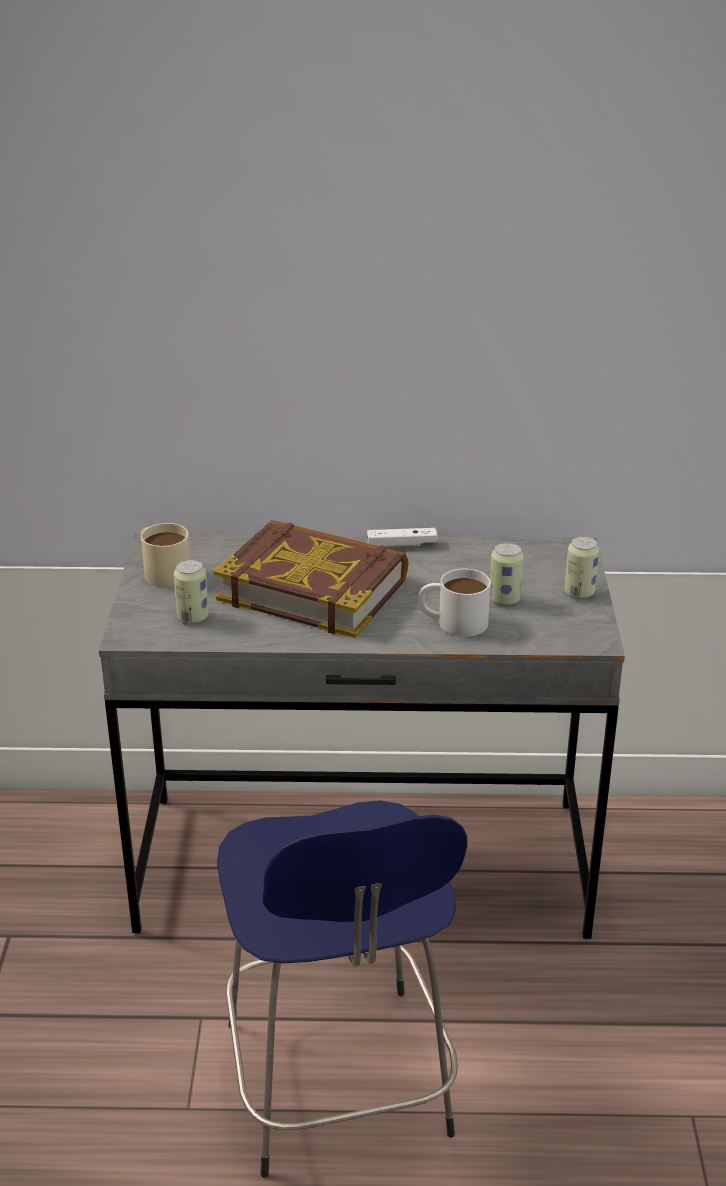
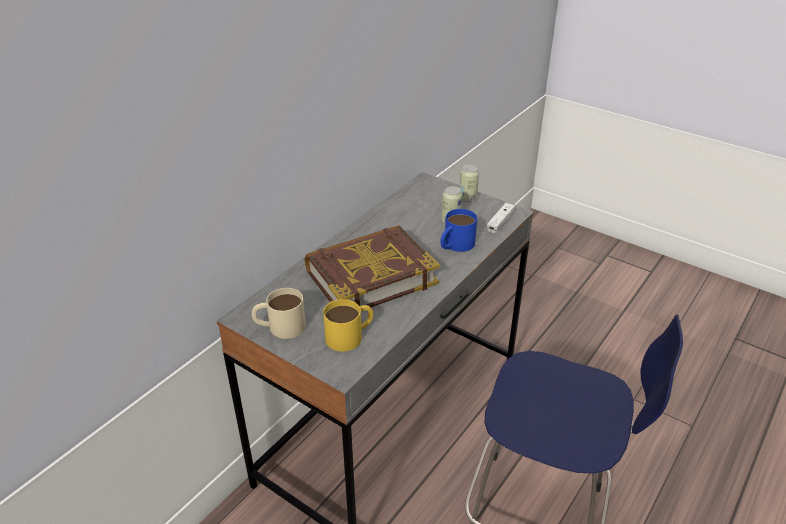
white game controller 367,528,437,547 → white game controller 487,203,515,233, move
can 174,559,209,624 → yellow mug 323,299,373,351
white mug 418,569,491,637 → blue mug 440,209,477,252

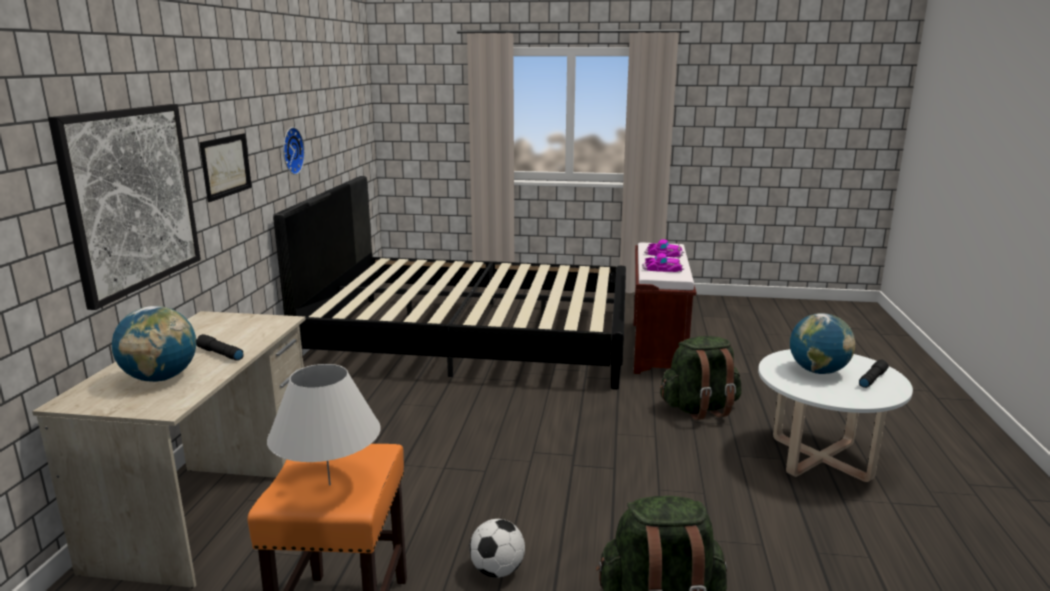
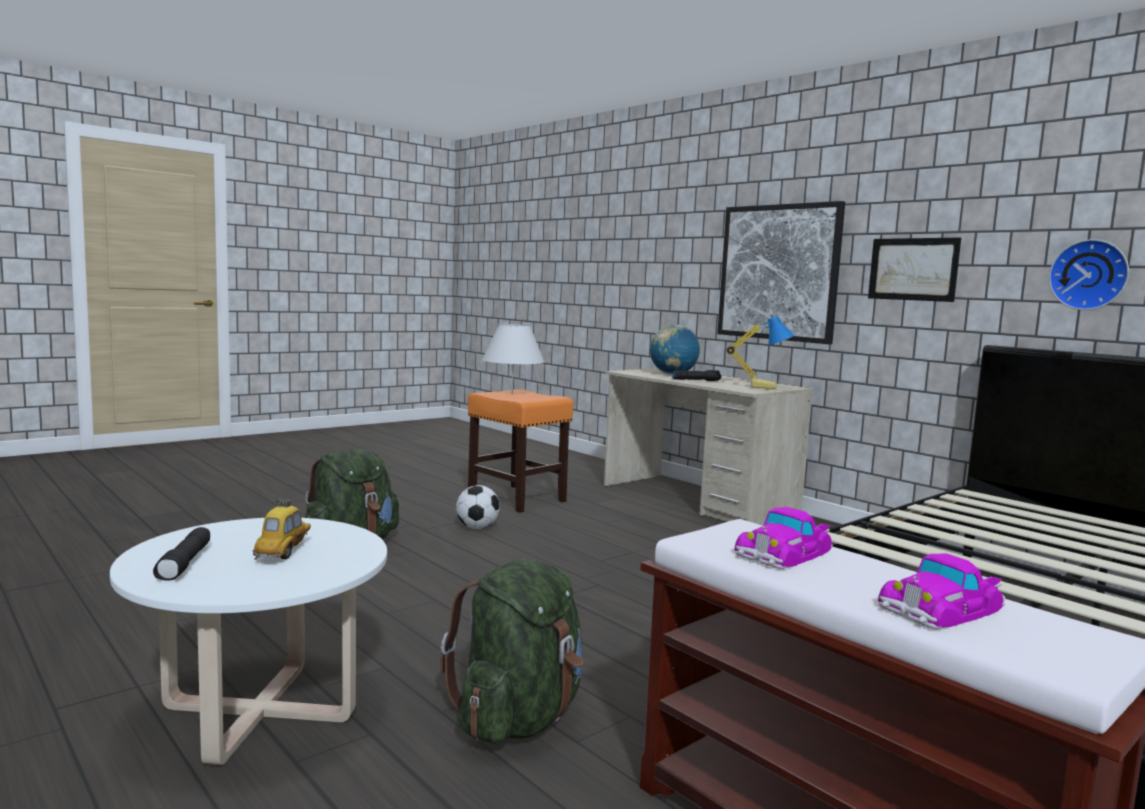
globe 790,313,855,374 → toy car 253,499,311,560
- → table lamp 727,314,795,390

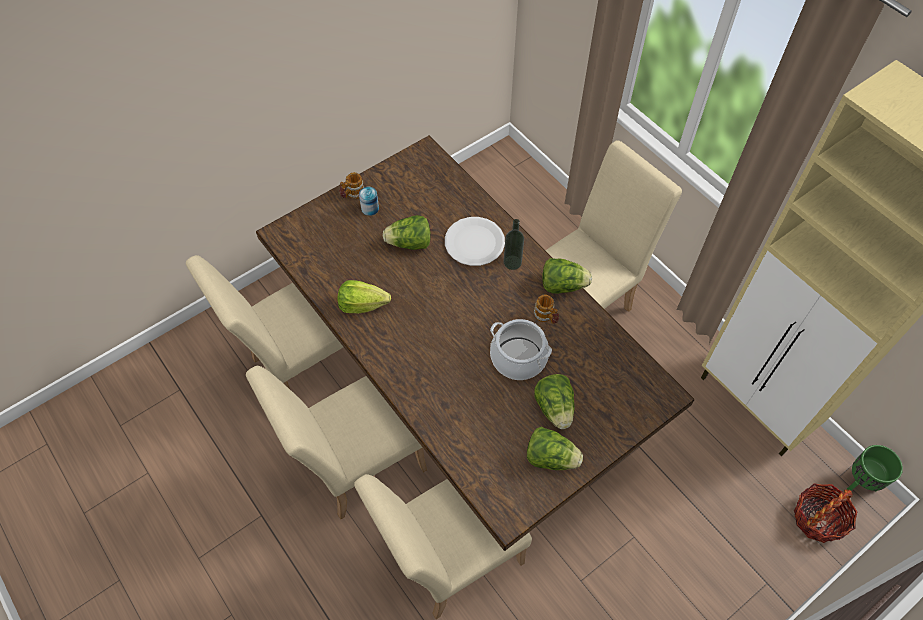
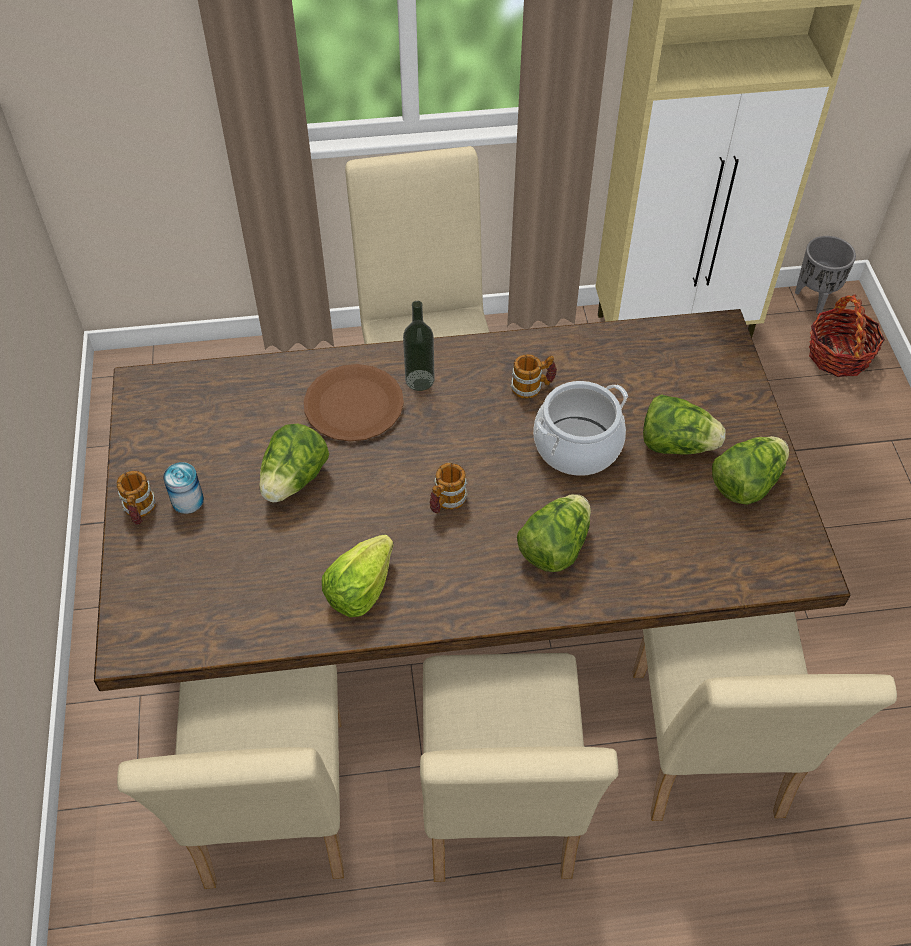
white plate 445,217,505,266 → brown plate 304,364,404,442
lettuce 542,258,592,294 → lettuce 517,494,591,572, move
green planter 847,445,903,492 → grey planter 795,236,856,314
- → mug 430,463,468,513

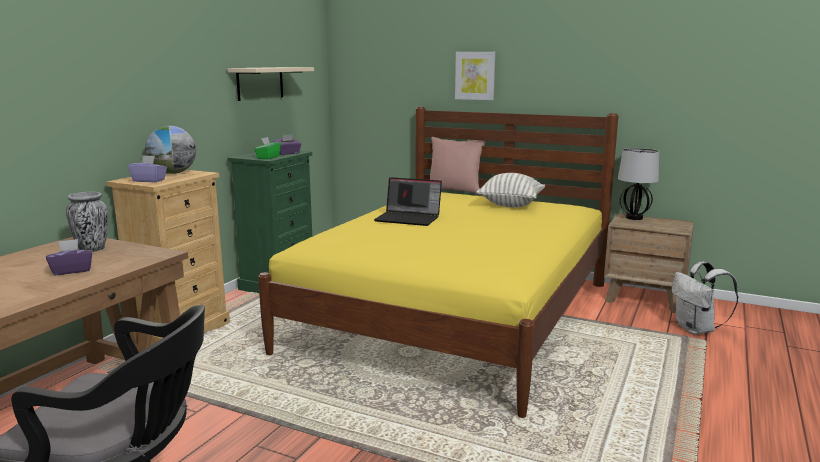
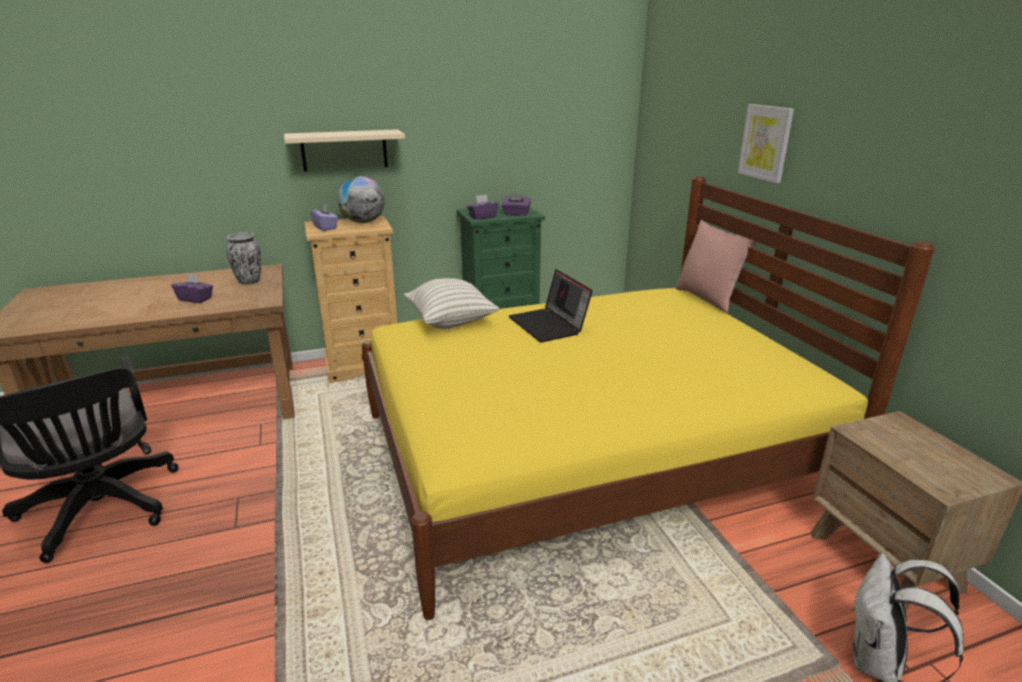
beige shelf 228,67,314,101 → beige shelf 284,129,405,172, move
green tissue box 254,137,281,159 → purple tissue box 467,194,499,220
table lamp 618,148,659,220 → -
pillow 476,173,545,208 → pillow 404,278,499,329, move

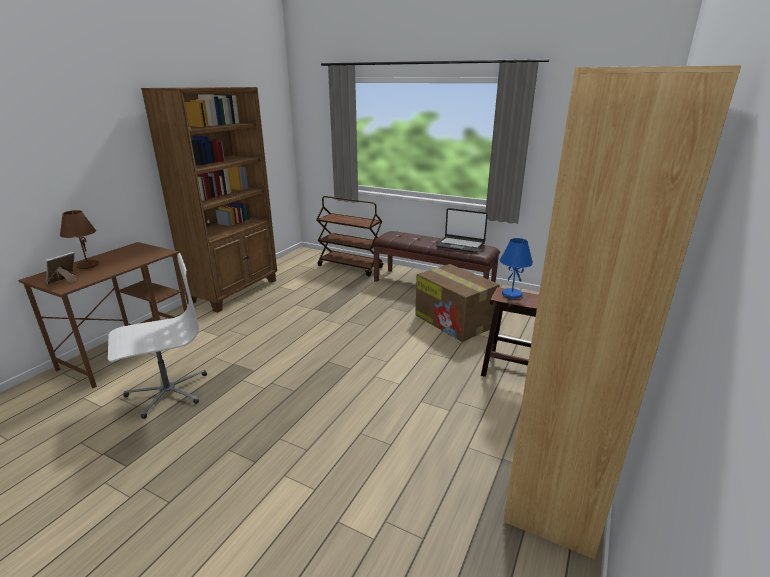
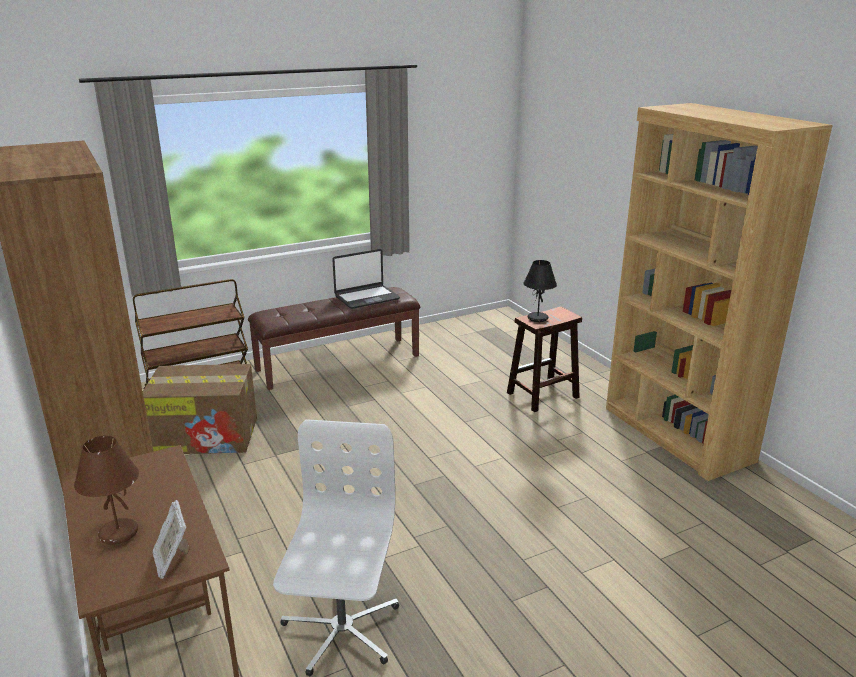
blue table lamp 500,238,533,299 → black table lamp 524,260,557,322
cardboard box 415,264,500,342 → cardboard box 143,364,257,454, move

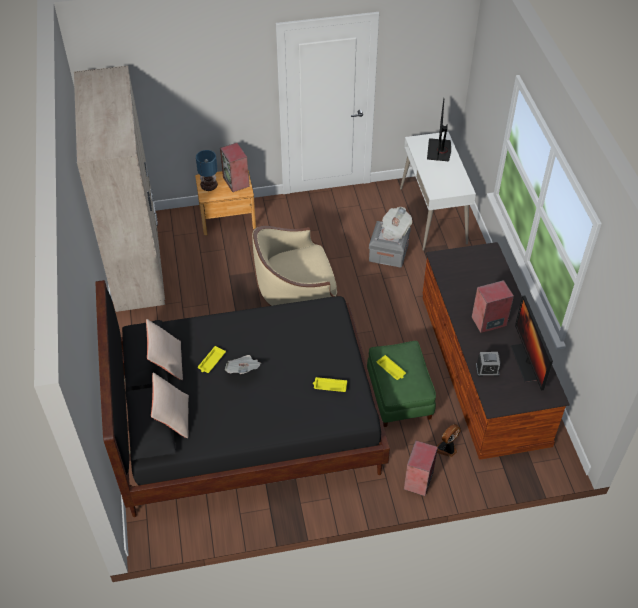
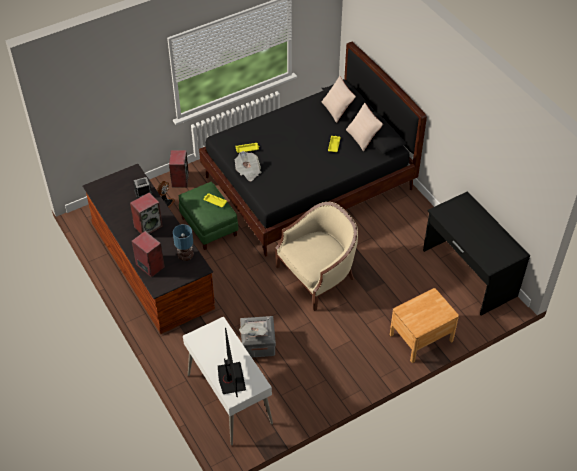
beige wardrobe 74,66,165,312 → black desk 423,191,530,316
speaker 220,143,250,192 → speaker 132,231,165,278, move
table lamp 196,150,218,191 → table lamp 173,224,194,261, move
monitor 511,296,553,390 → -
newspaper 224,355,261,374 → newspaper 235,151,261,181, move

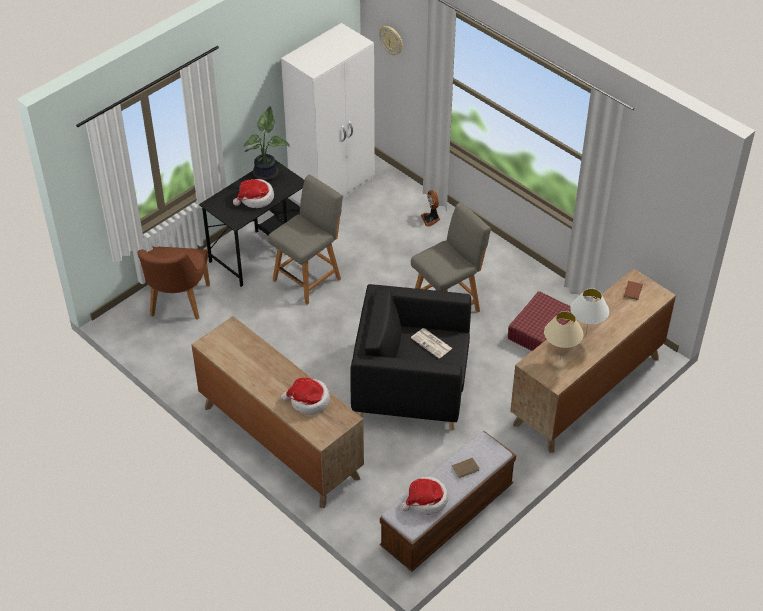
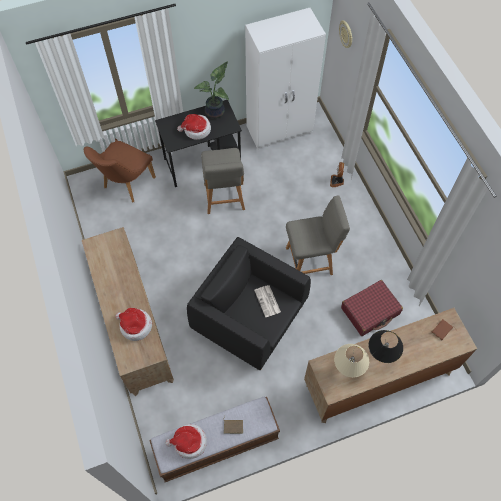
grey chair 268,175,342,304 → grey chair 201,148,245,214, 105 degrees clockwise
white table lamp 570,288,609,337 → black table lamp 369,330,403,363

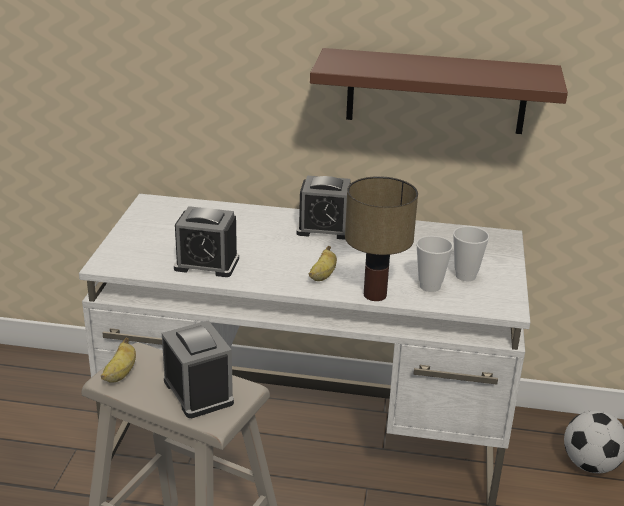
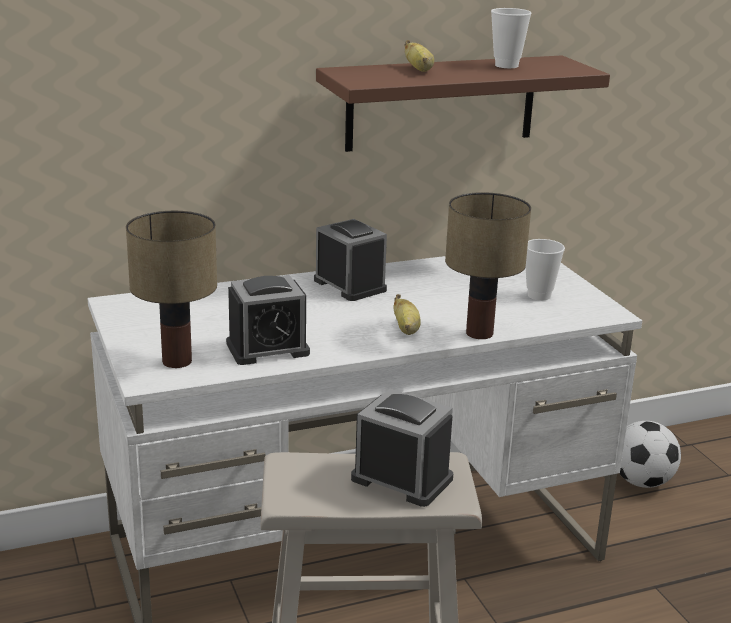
alarm clock 296,176,351,240 → alarm clock 314,219,387,301, 105 degrees counterclockwise
cup 416,236,453,292 → cup 491,8,532,68, move
banana 101,337,136,383 → banana 404,40,434,72, move
- → table lamp 126,211,217,368

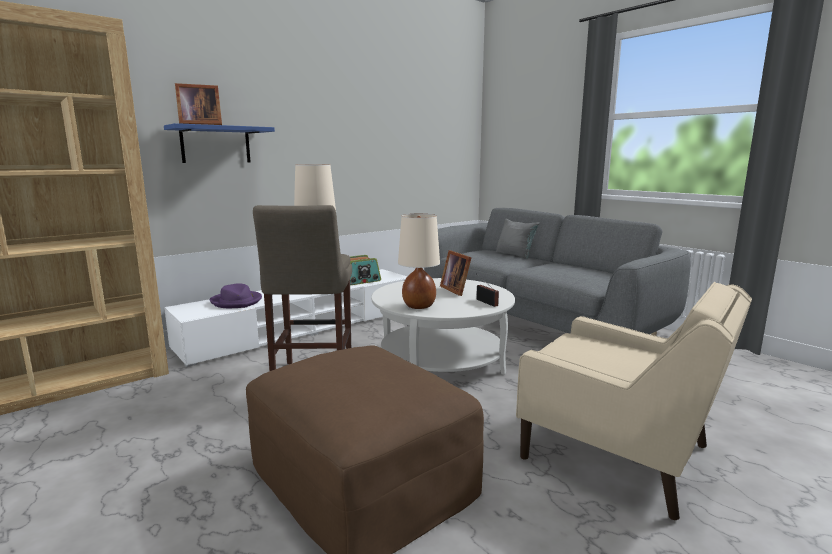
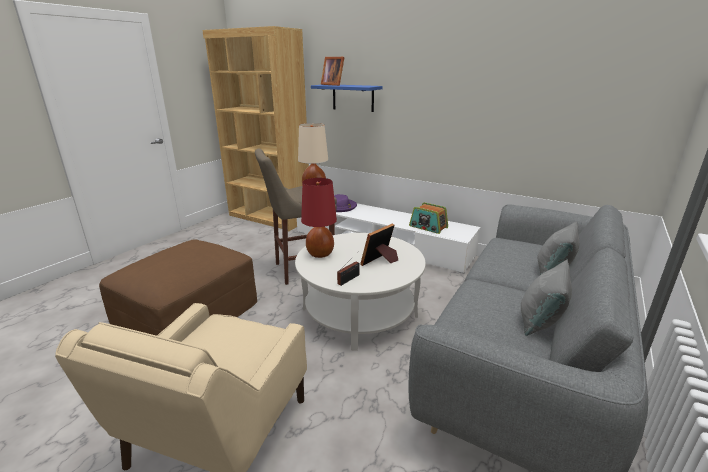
beige table lamp 398,214,440,309 → red table lamp 301,178,337,258
- → grey pillow 521,259,572,336

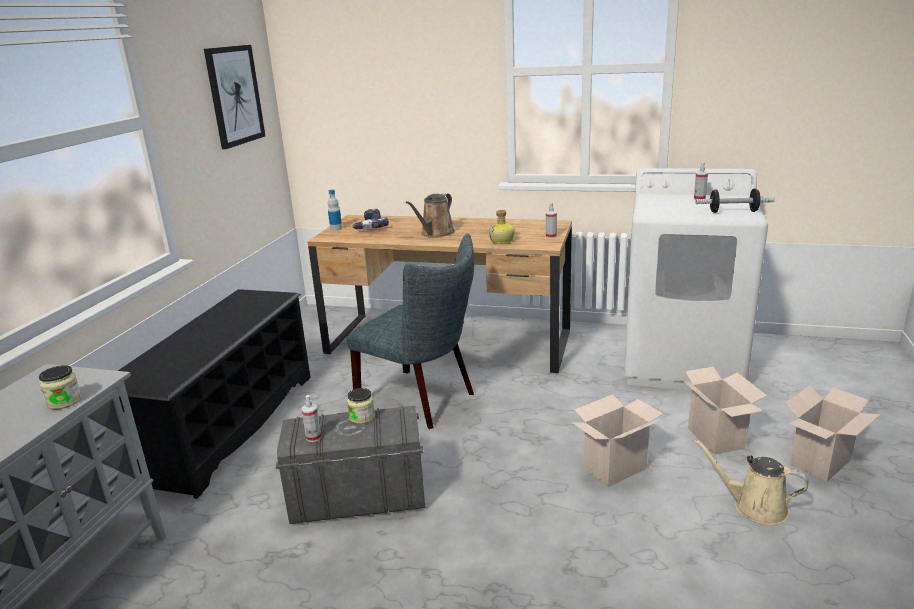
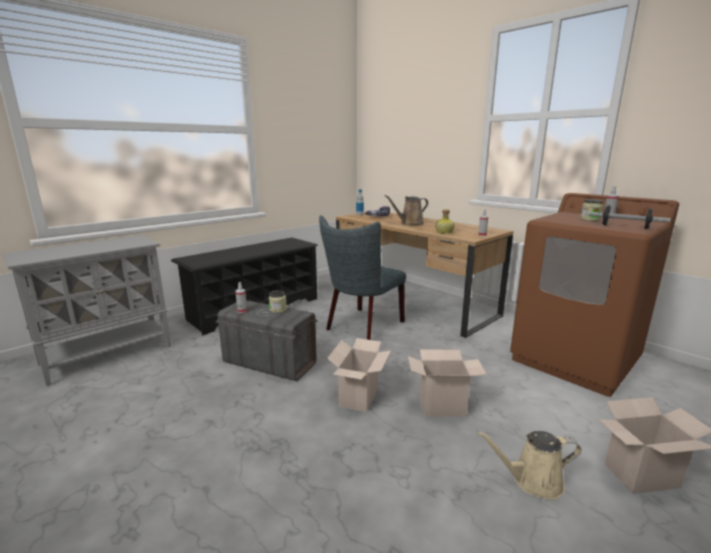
picture 204,45,265,149 → -
white washing machine 624,168,768,390 → brown washing machine 510,193,680,397
grey chair 346,234,474,429 → grey chair 319,215,406,340, 60 degrees clockwise
jar 39,365,82,409 → jar 580,199,604,221, move
cardboard box 681,367,767,455 → cardboard box 327,338,391,412, move
beige watering can 694,439,809,525 → beige watering can 477,431,581,500, 60 degrees counterclockwise

